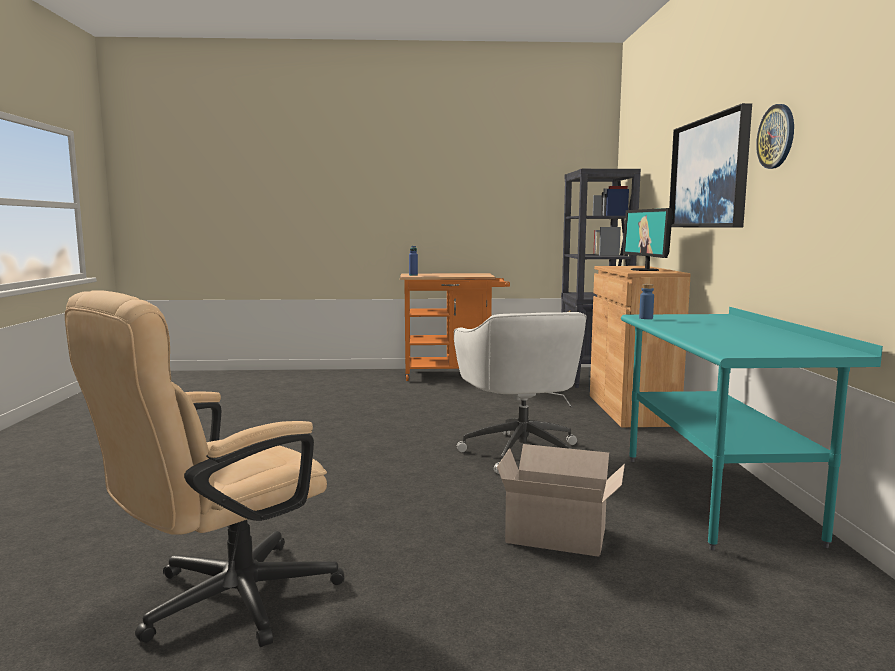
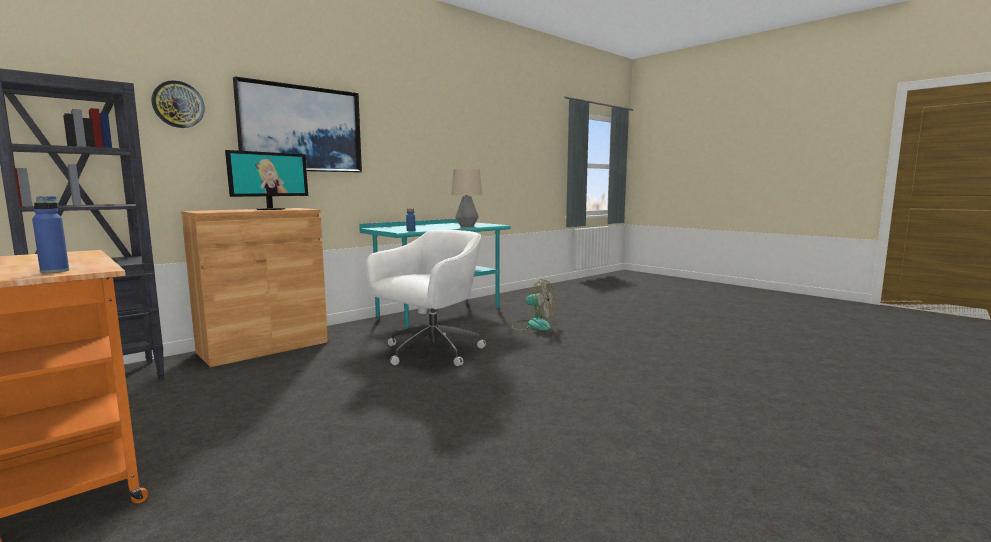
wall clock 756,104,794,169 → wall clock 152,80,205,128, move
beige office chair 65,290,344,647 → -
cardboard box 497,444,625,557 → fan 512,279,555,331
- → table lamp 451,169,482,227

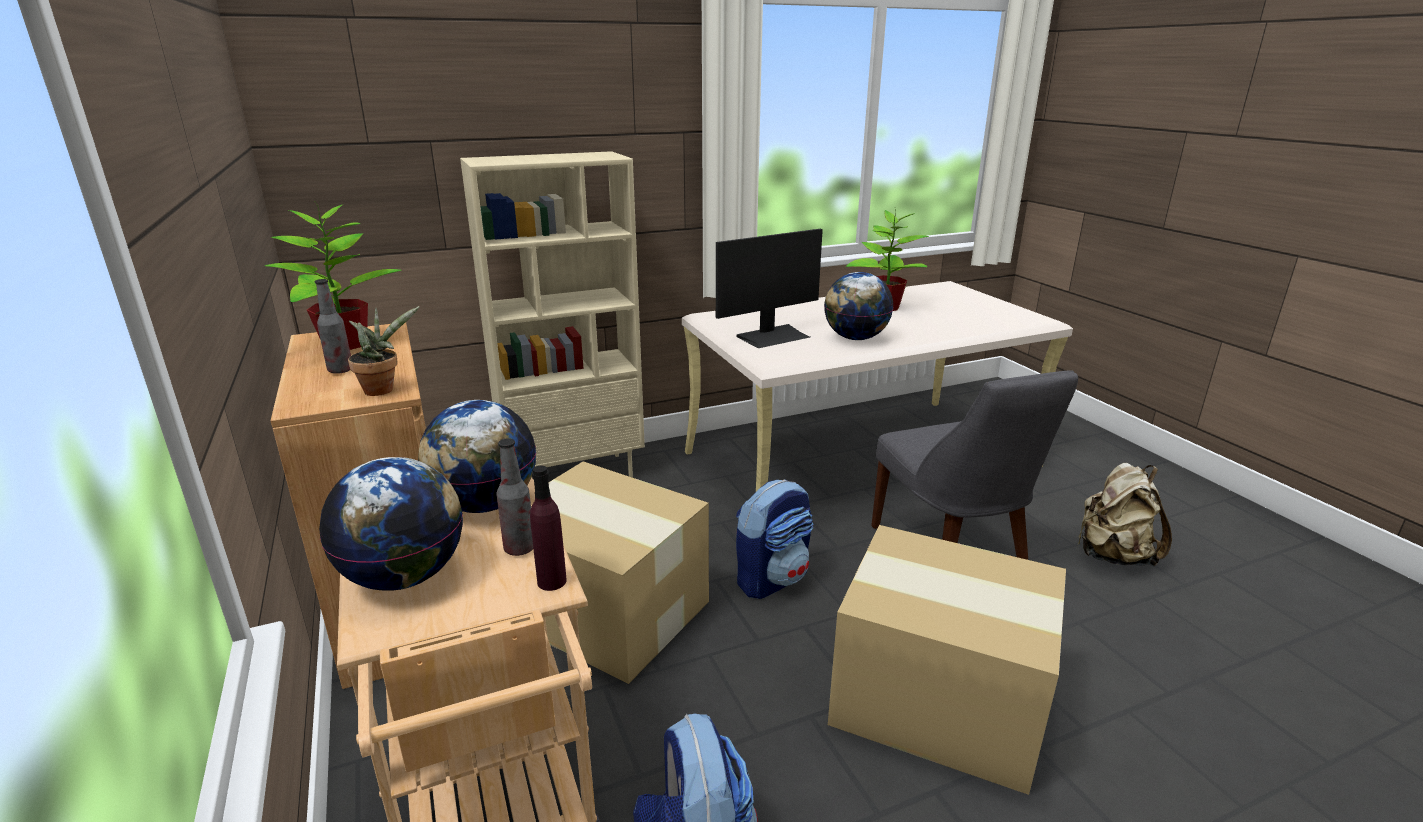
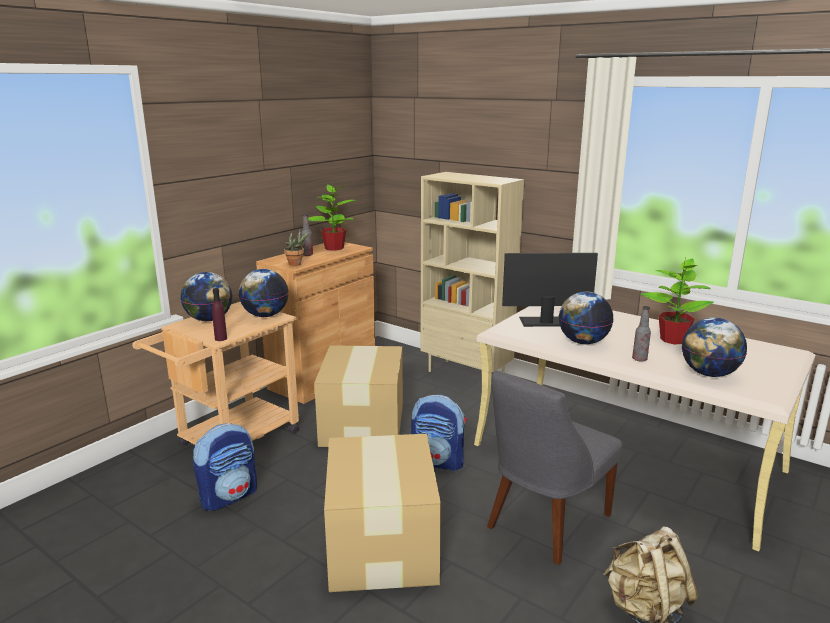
monitor 716,229,823,348 → monitor 502,253,598,327, 150 degrees clockwise
bottle 496,438,533,556 → bottle 632,306,651,362, move
- → globe 682,317,747,377

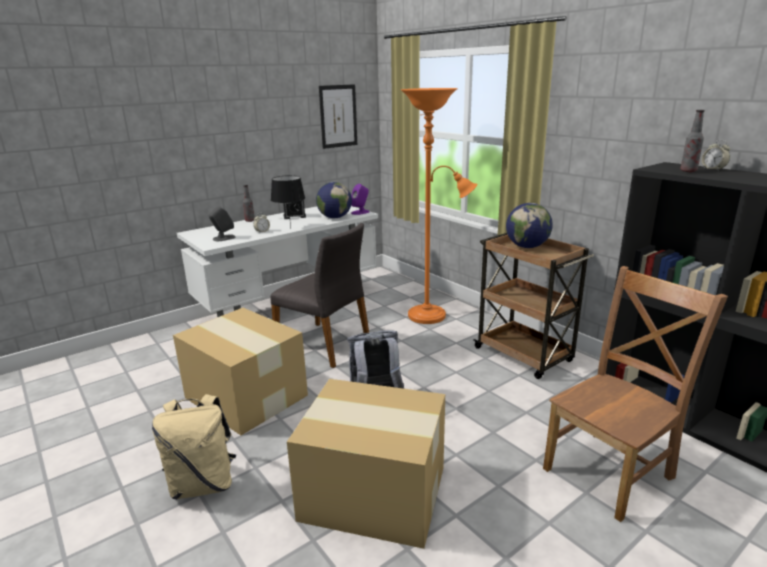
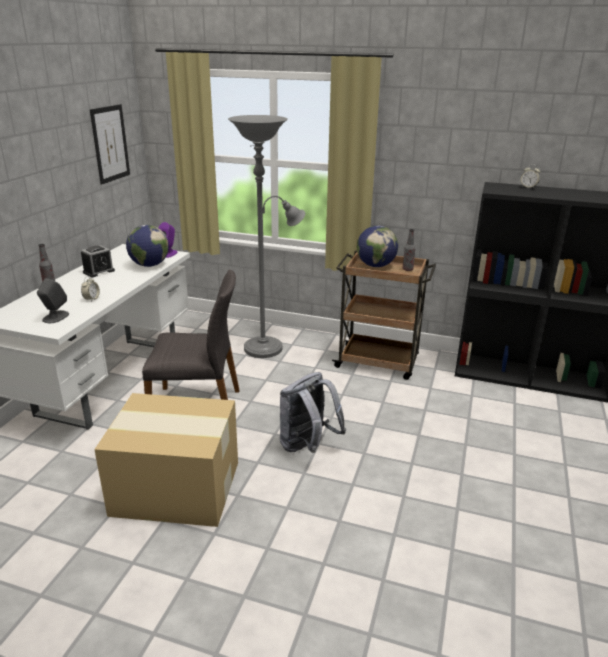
orange floor lamp 401,88,477,324 → grey floor lamp 228,115,305,358
bottle 680,110,705,172 → bottle 403,229,415,271, move
black table lamp 271,175,305,228 → -
brown chair 543,266,728,522 → -
cardboard box 287,379,445,549 → -
beige backpack 152,394,236,500 → -

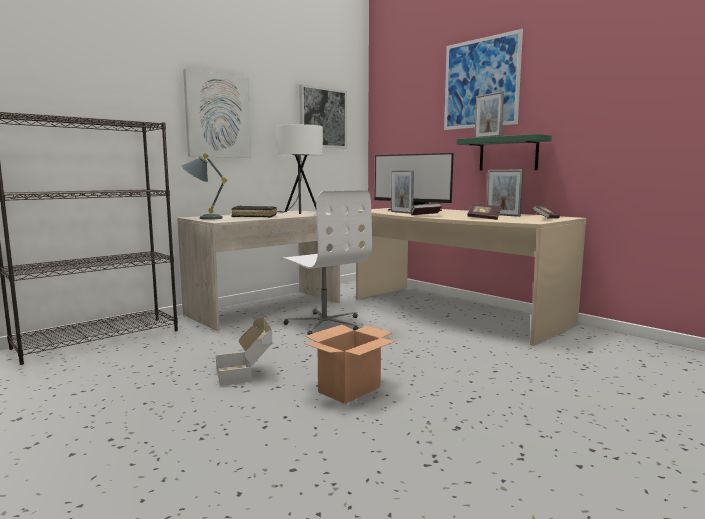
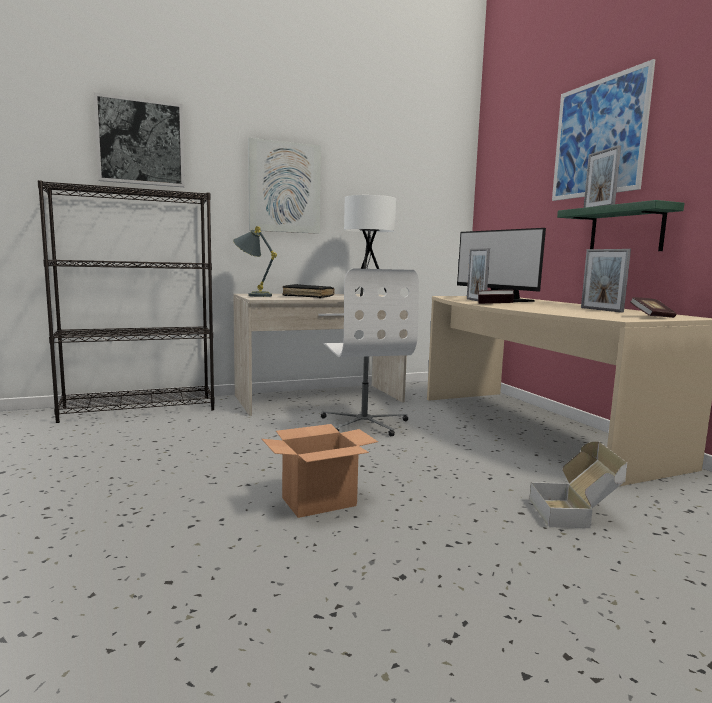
picture 299,84,347,148 → picture 94,92,185,187, move
book 468,204,501,220 → -
cardboard box 216,317,272,386 → cardboard box 529,442,627,528, move

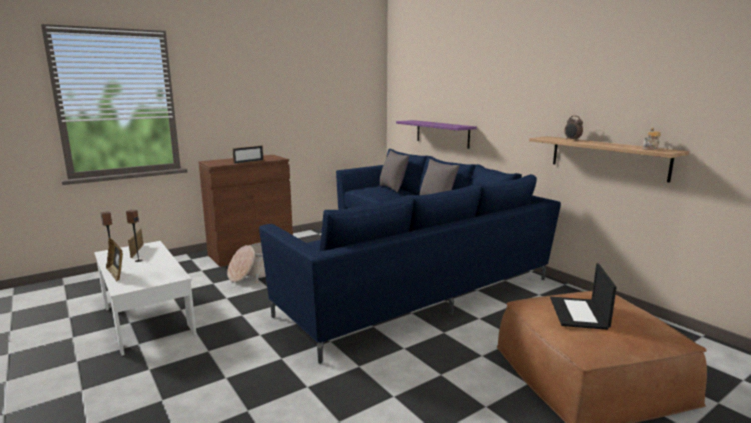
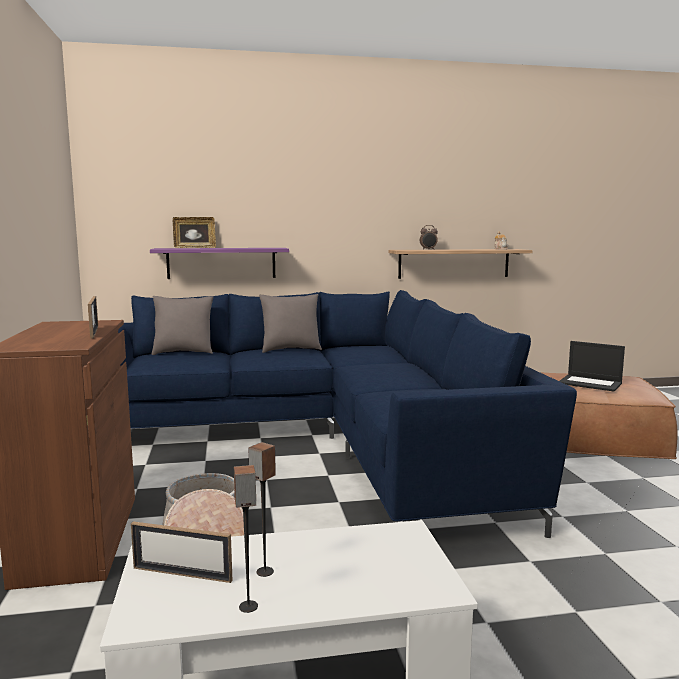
picture frame 106,238,123,282 → picture frame 173,217,216,248, move

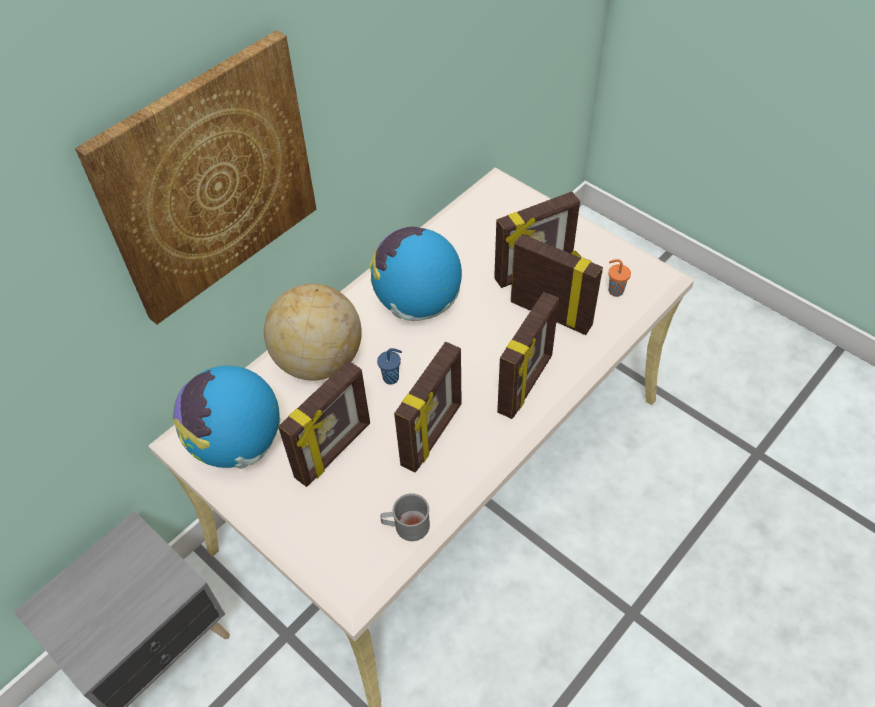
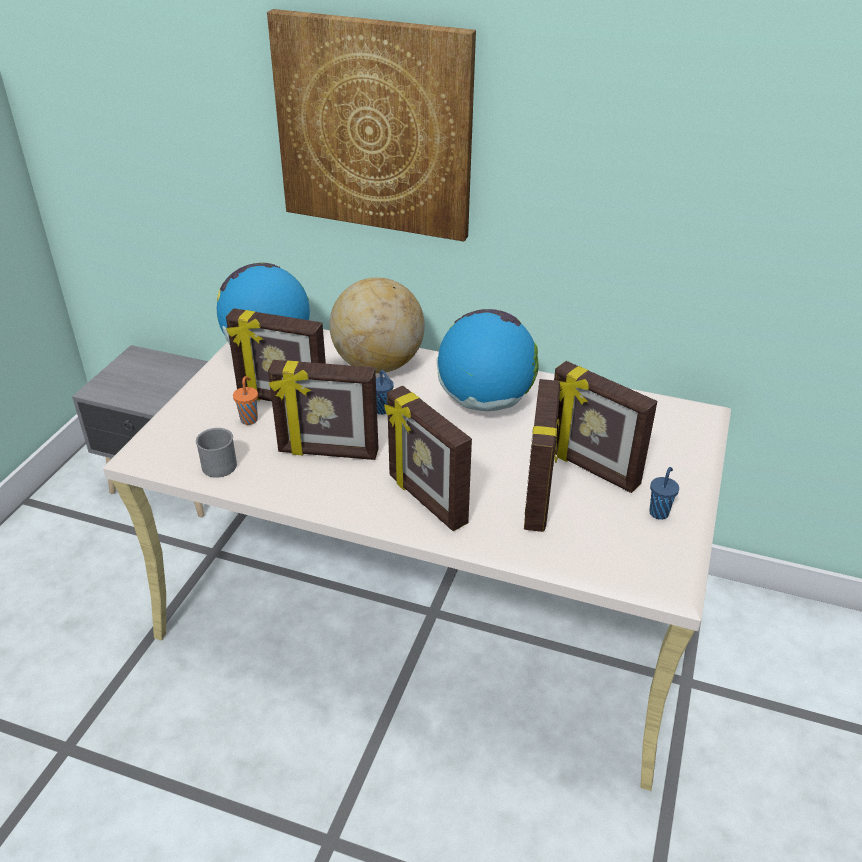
orange cup 609,259,631,297 → orange cup 233,376,258,425, move
picture frame 497,292,559,419 → picture frame 384,386,472,531, 45 degrees clockwise
- → blue cup 649,467,679,520

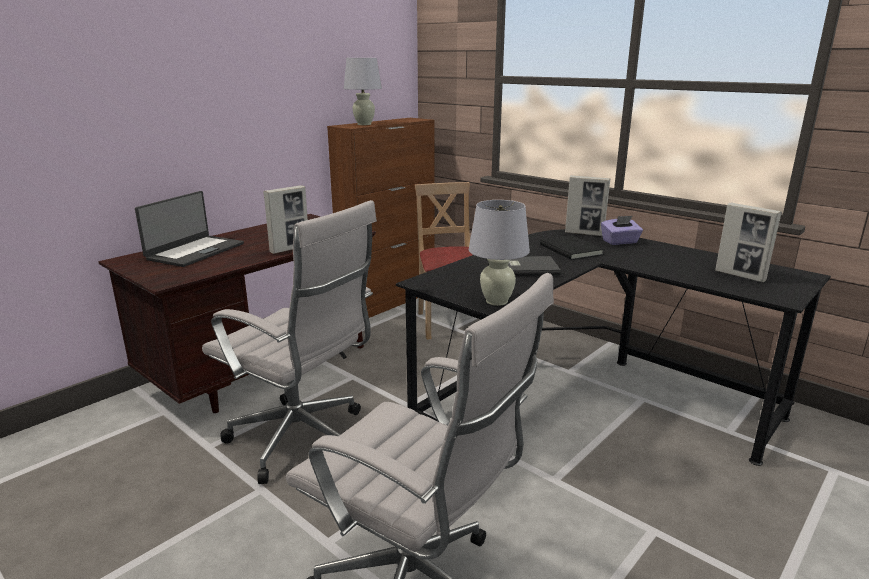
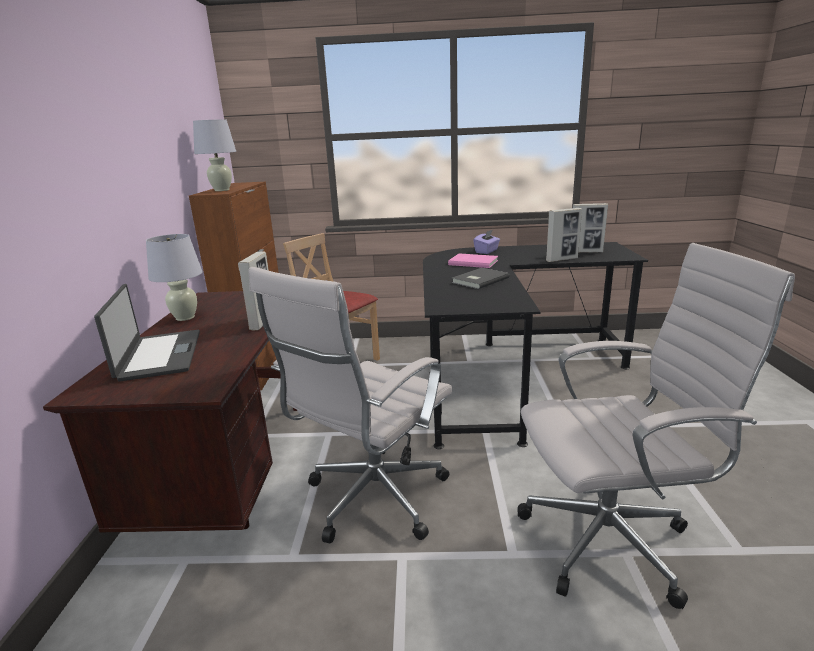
picture frame 565,175,611,236 → picture frame 546,208,582,262, move
white office chair 202,200,377,484 → white office chair 248,267,452,543, 135 degrees clockwise
white table lamp 469,200,530,306 → white table lamp 146,234,203,321, move
black book 540,235,604,260 → pink book 448,253,498,268

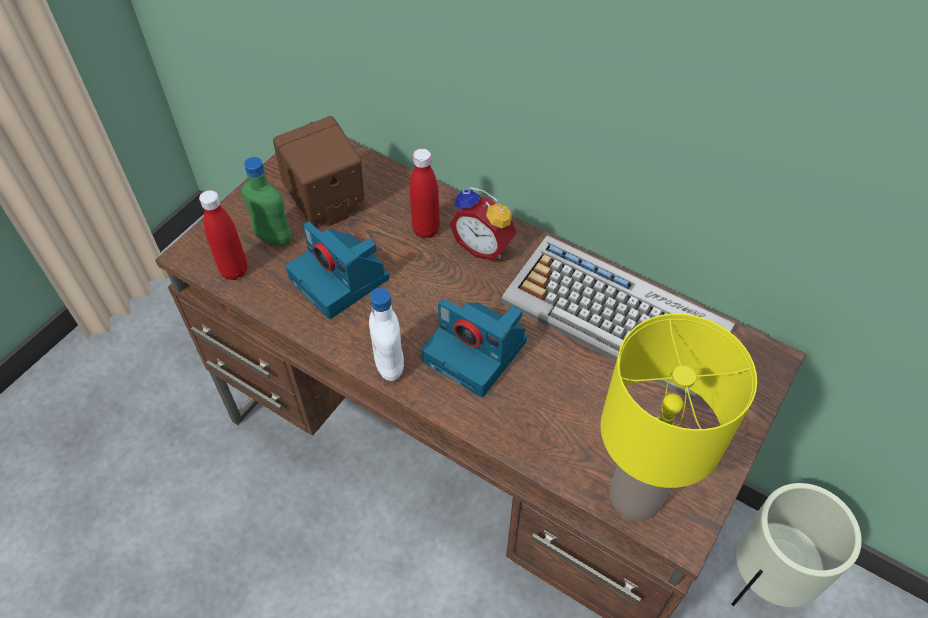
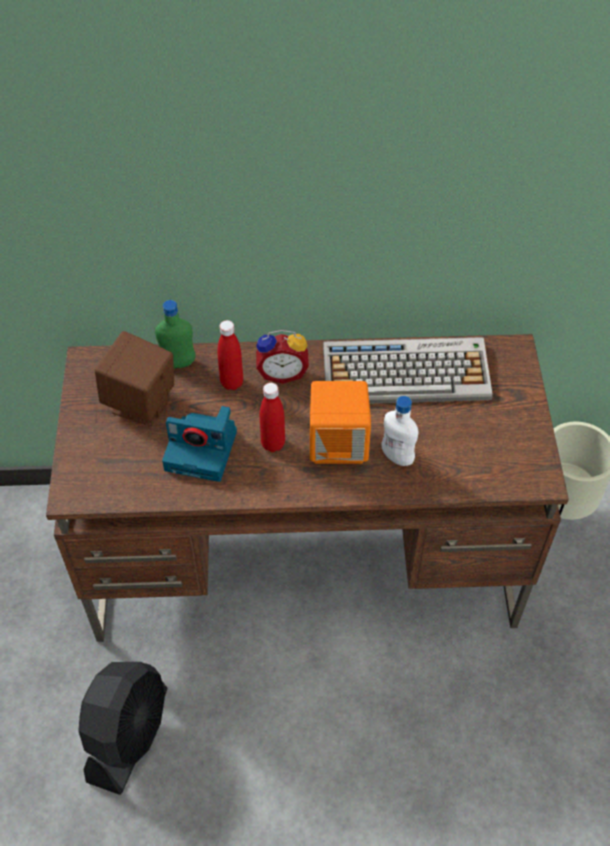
green bottle 242,157,292,246 → green bottle 155,300,195,368, move
red bottle 199,190,247,280 → red bottle 260,383,285,452, move
white bottle 369,288,404,381 → white bottle 382,396,418,466, move
photo camera 421,299,527,397 → orange speaker 310,381,371,464
yellow table lamp 600,314,757,521 → -
- → black fan 78,662,167,795

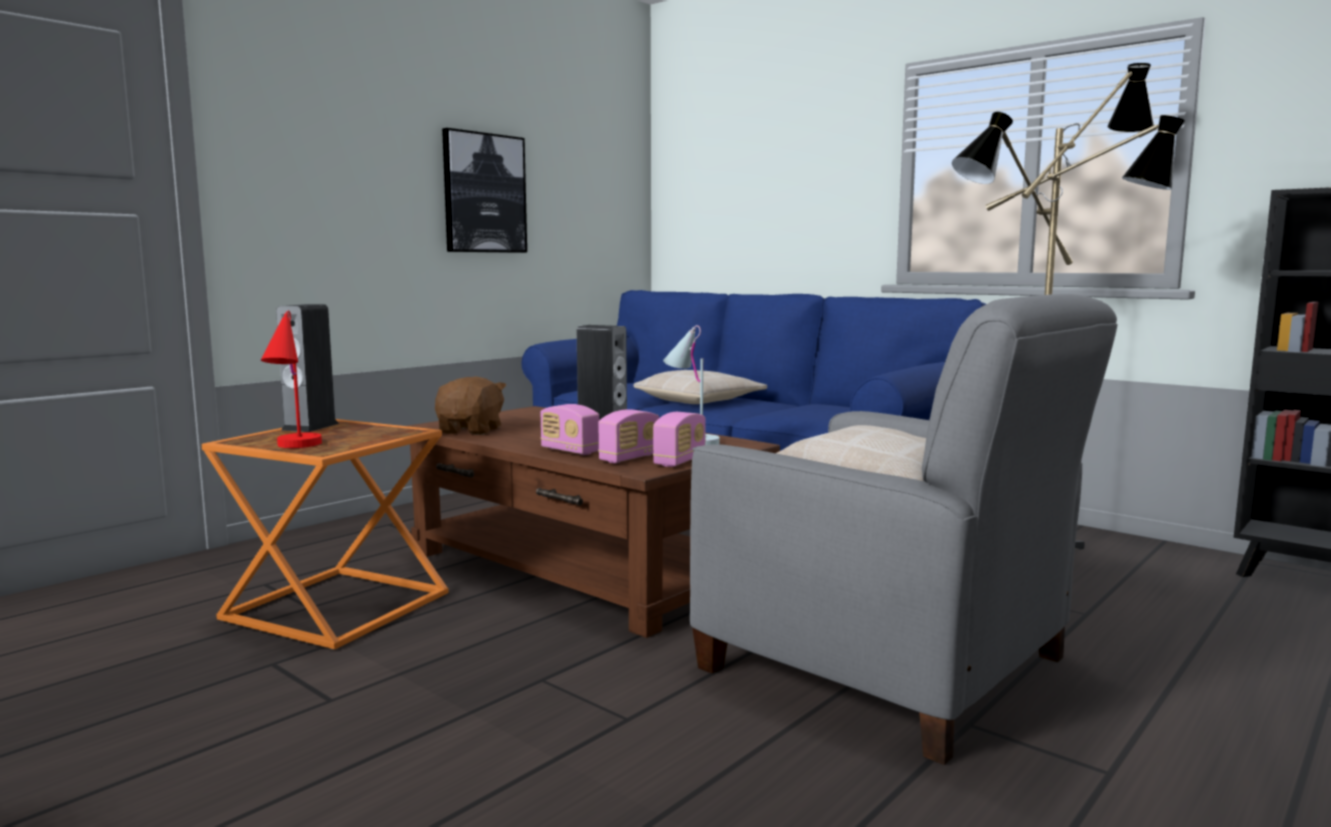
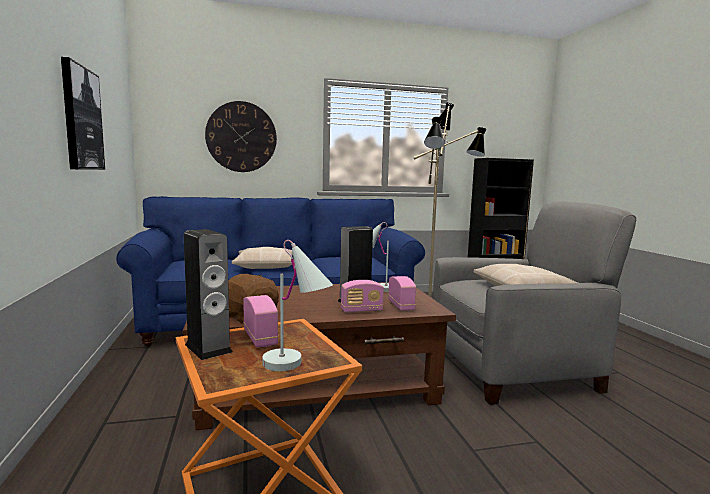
red table lamp 261,310,322,448 → white table lamp 262,240,333,371
radio 653,412,706,467 → radio 243,295,278,347, move
- → wall clock 205,101,277,172

